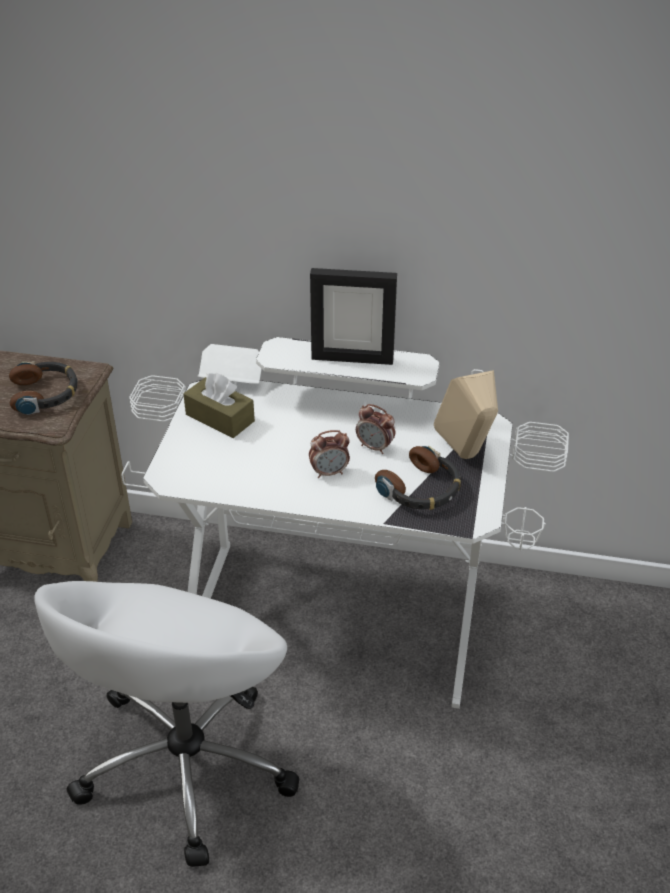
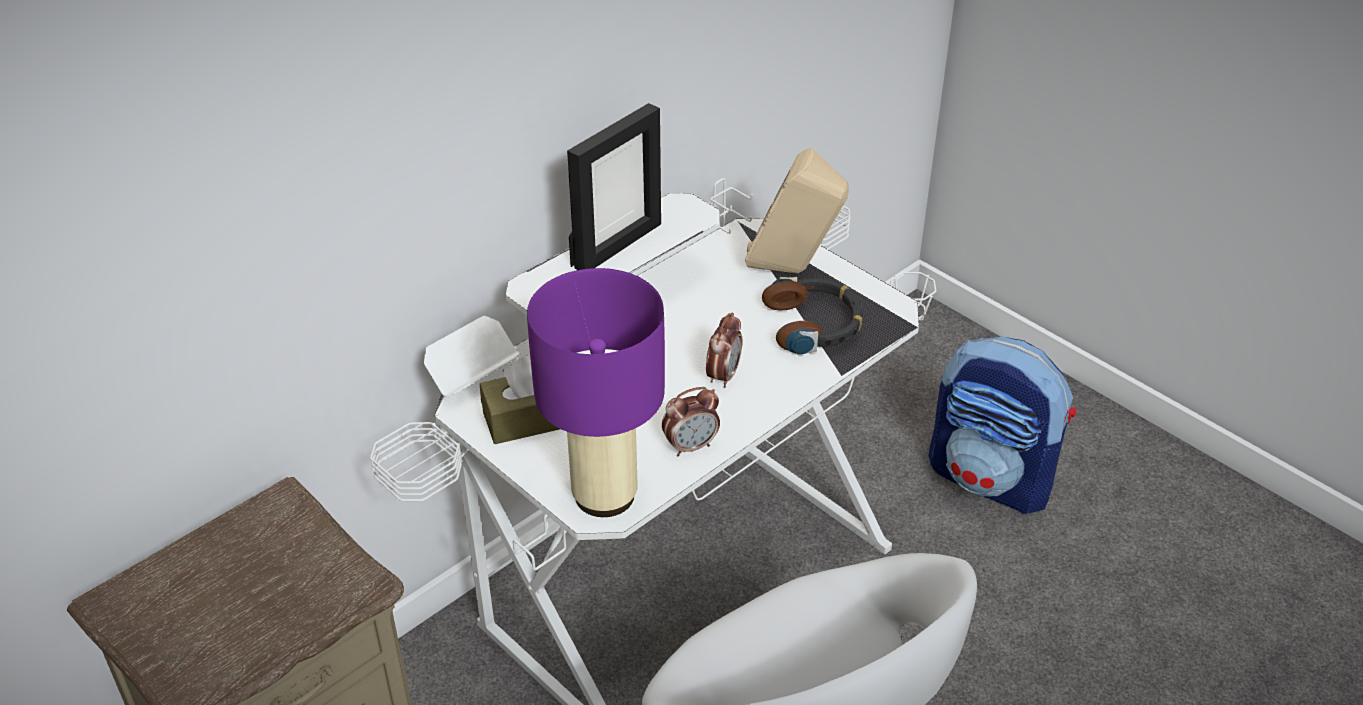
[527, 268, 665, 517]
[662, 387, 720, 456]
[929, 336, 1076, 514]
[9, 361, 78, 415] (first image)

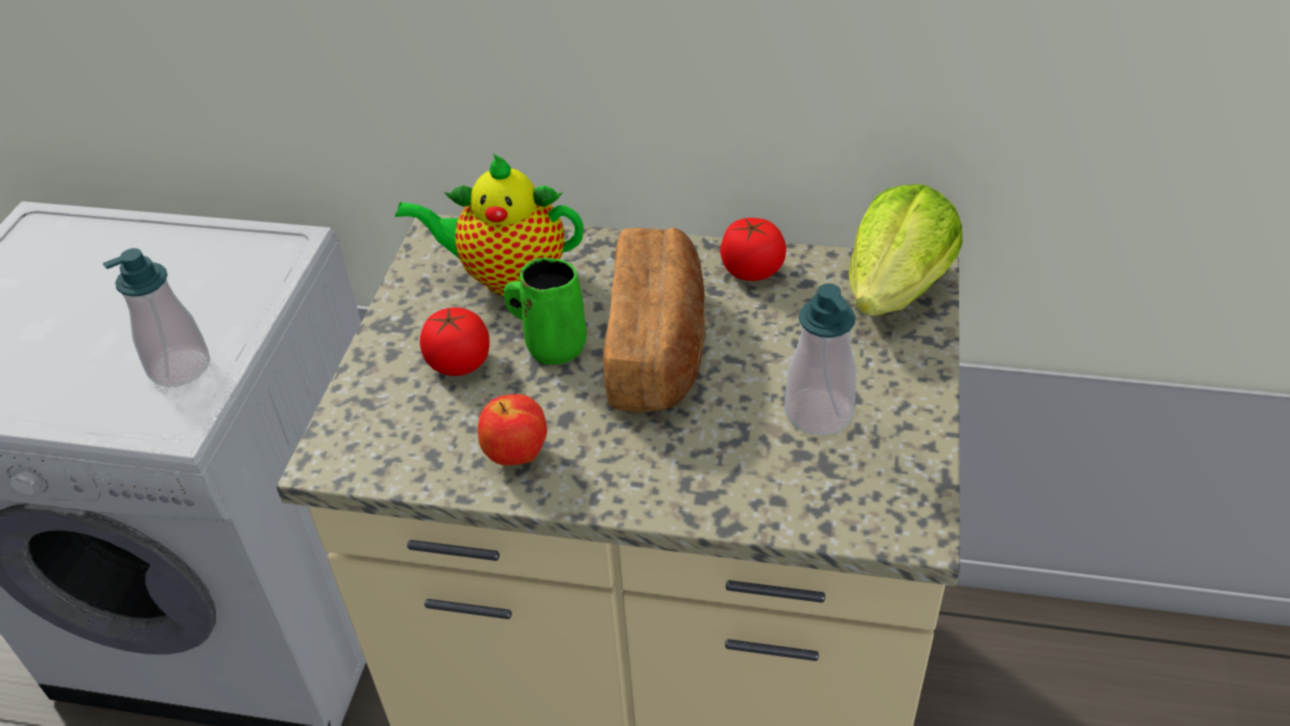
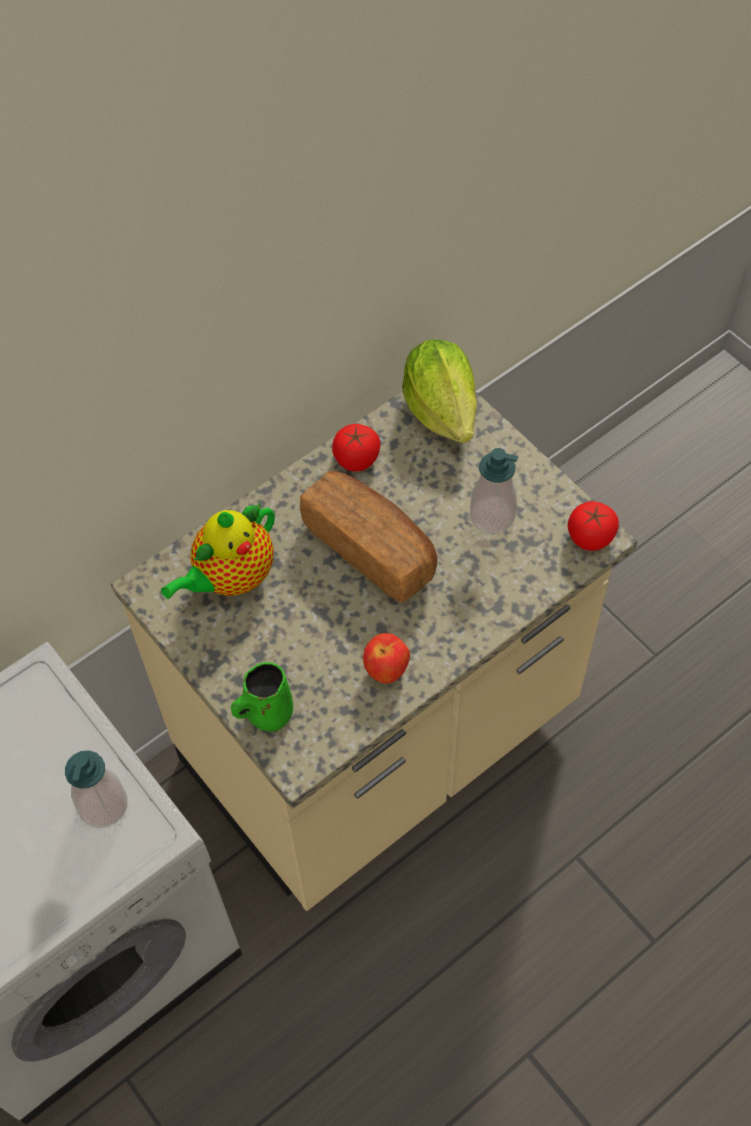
[231, 662, 293, 732]
[568, 501, 619, 551]

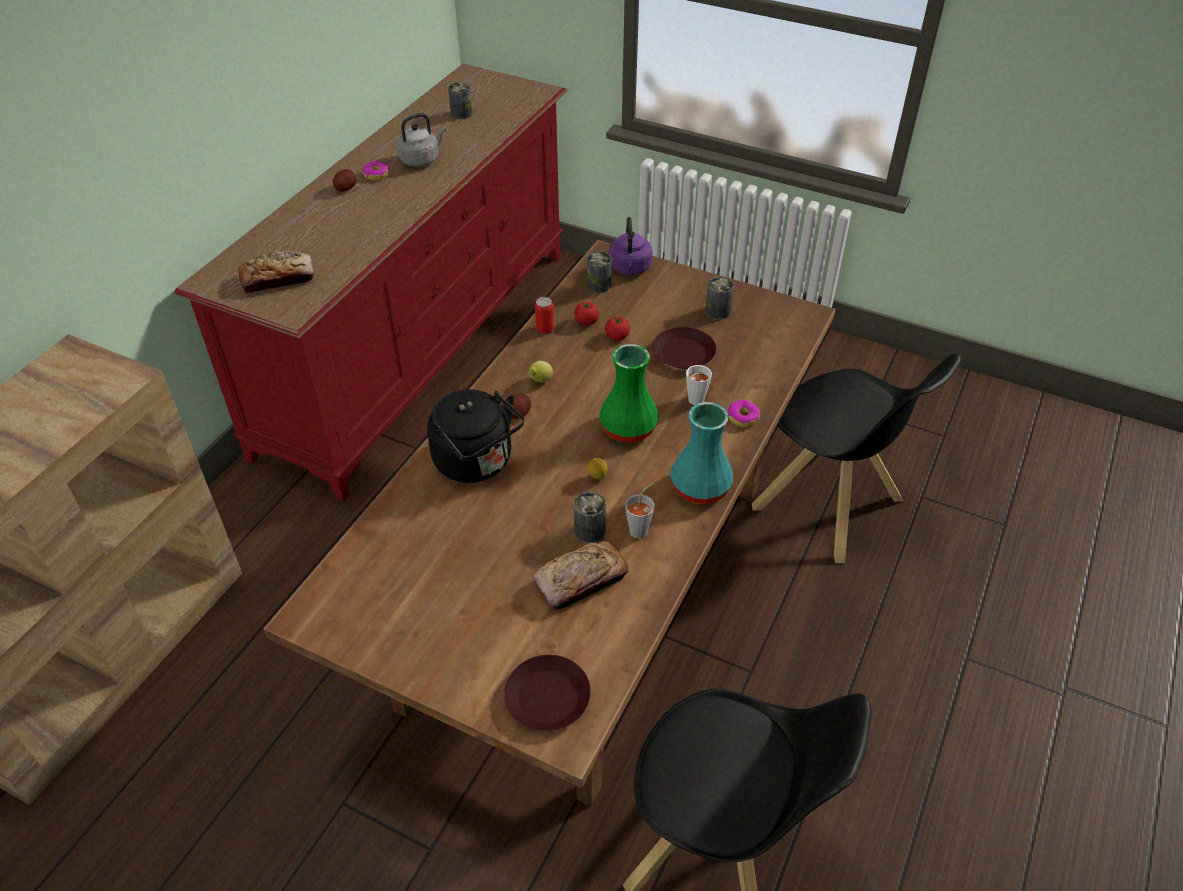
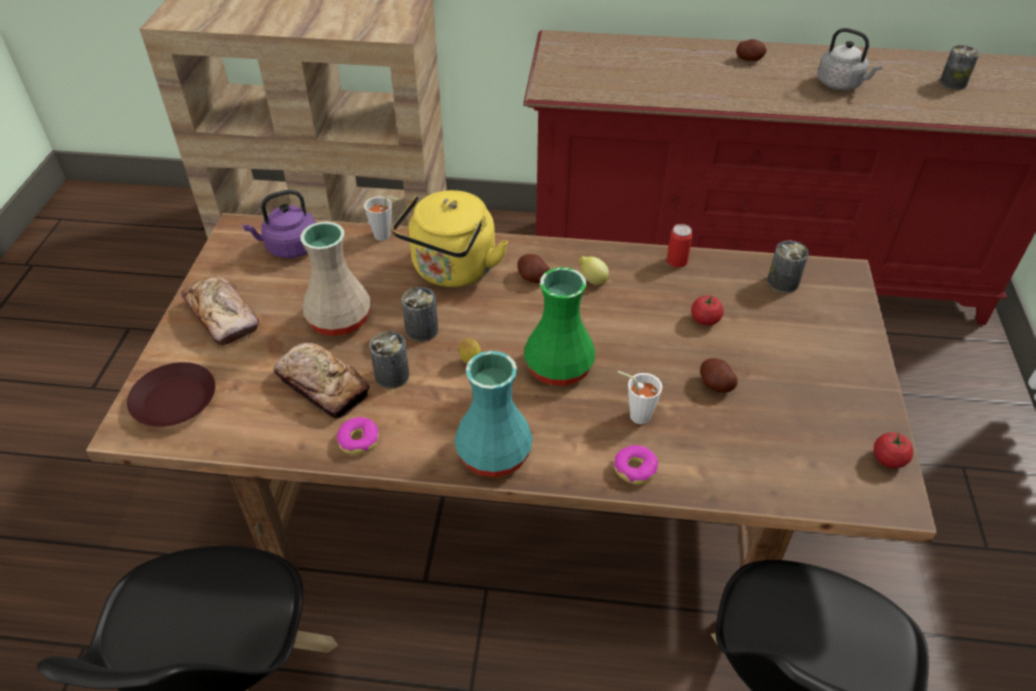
[181, 276, 259, 346]
[242, 190, 316, 258]
[300, 221, 371, 336]
[337, 417, 379, 455]
[364, 196, 399, 241]
[392, 190, 508, 287]
[402, 287, 438, 342]
[700, 358, 738, 393]
[874, 432, 913, 468]

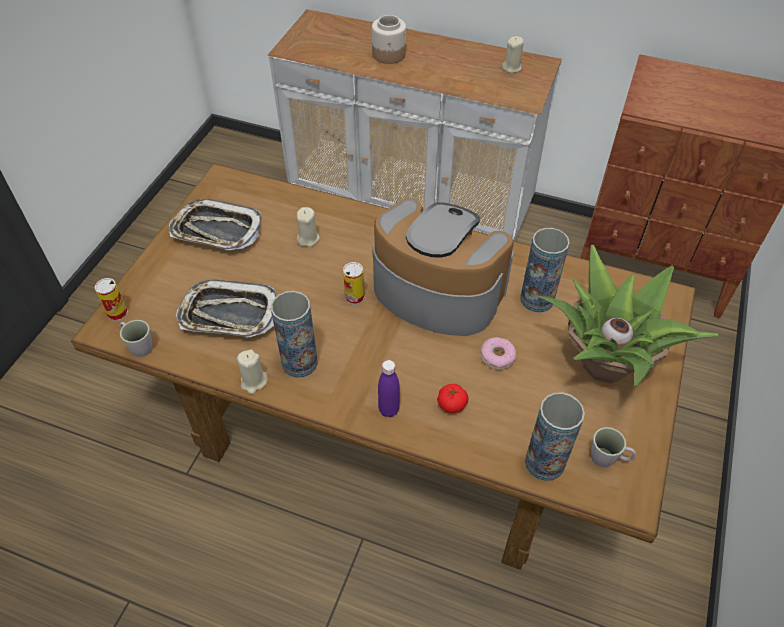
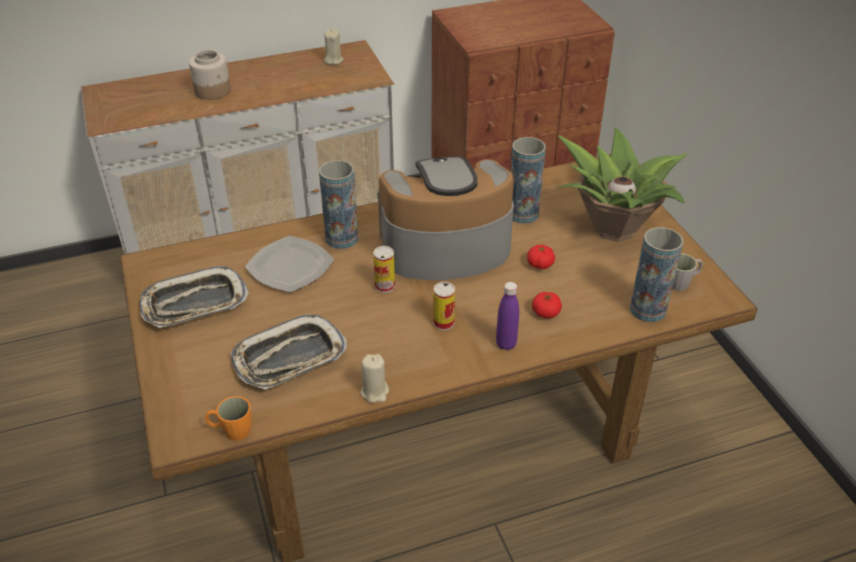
[205, 396, 251, 441]
[245, 236, 334, 293]
[319, 160, 358, 249]
[433, 282, 455, 330]
[527, 245, 555, 269]

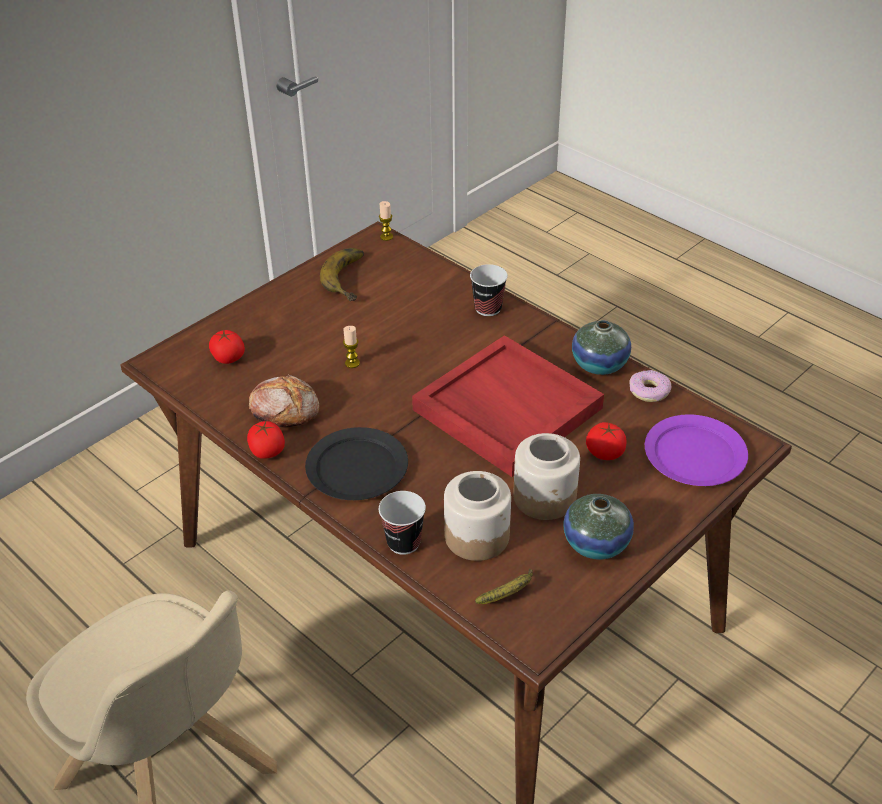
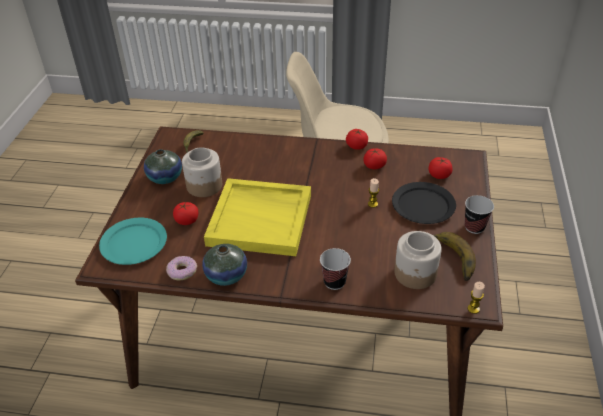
[99, 218, 167, 265]
[204, 178, 311, 256]
[363, 148, 387, 169]
[392, 182, 456, 224]
[394, 231, 442, 289]
[465, 195, 494, 234]

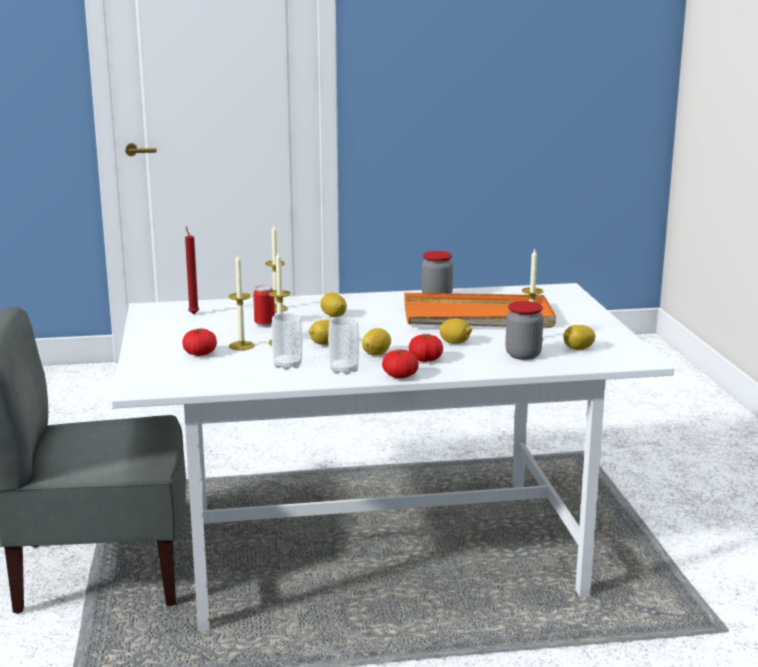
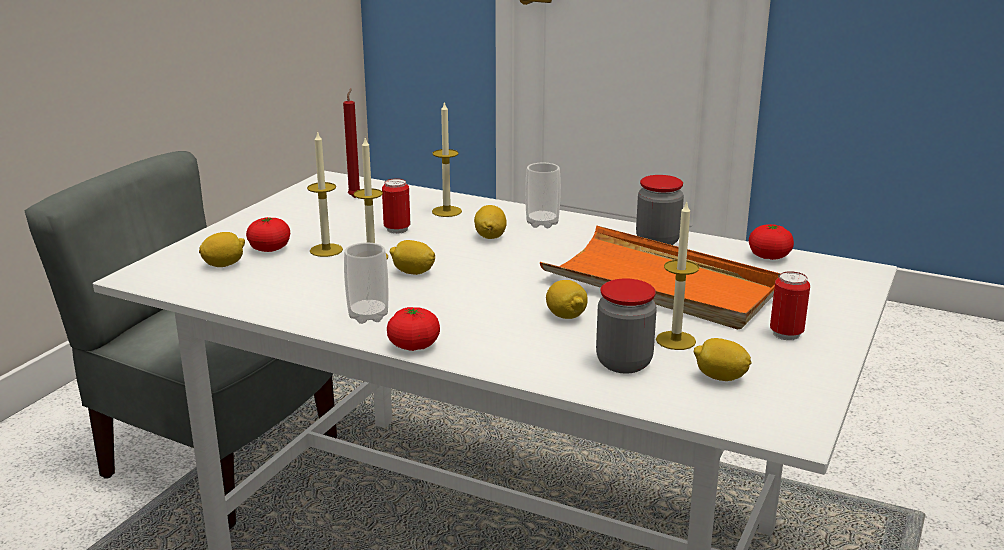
[199, 232, 245, 267]
[525, 163, 561, 228]
[749, 224, 794, 260]
[770, 271, 810, 340]

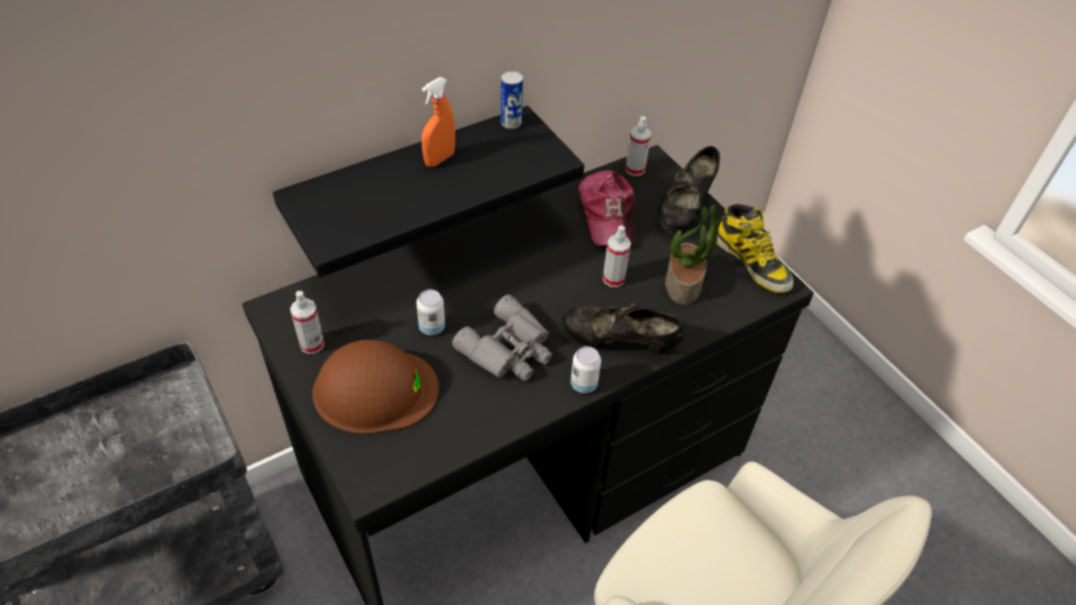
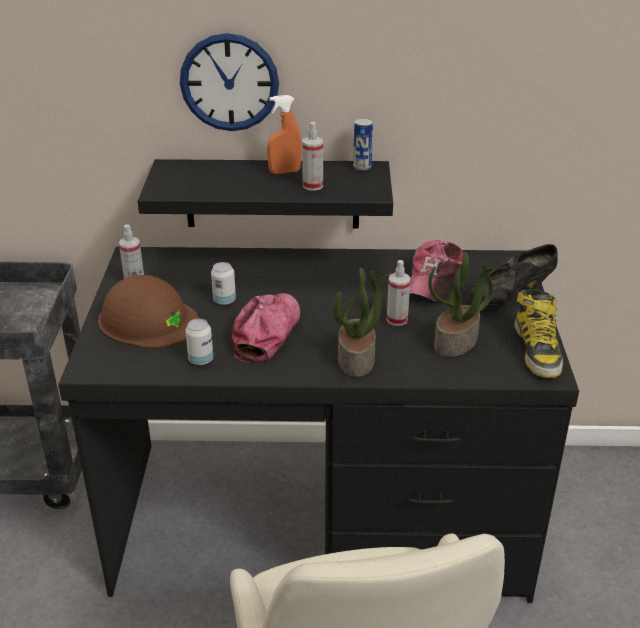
[180, 33, 279, 131]
[185, 319, 213, 365]
[232, 293, 300, 362]
[302, 122, 323, 191]
[333, 268, 390, 377]

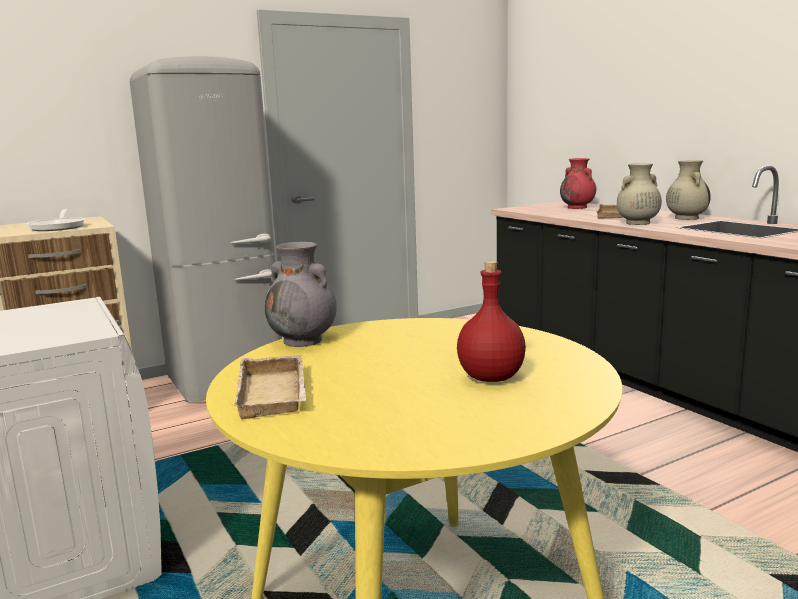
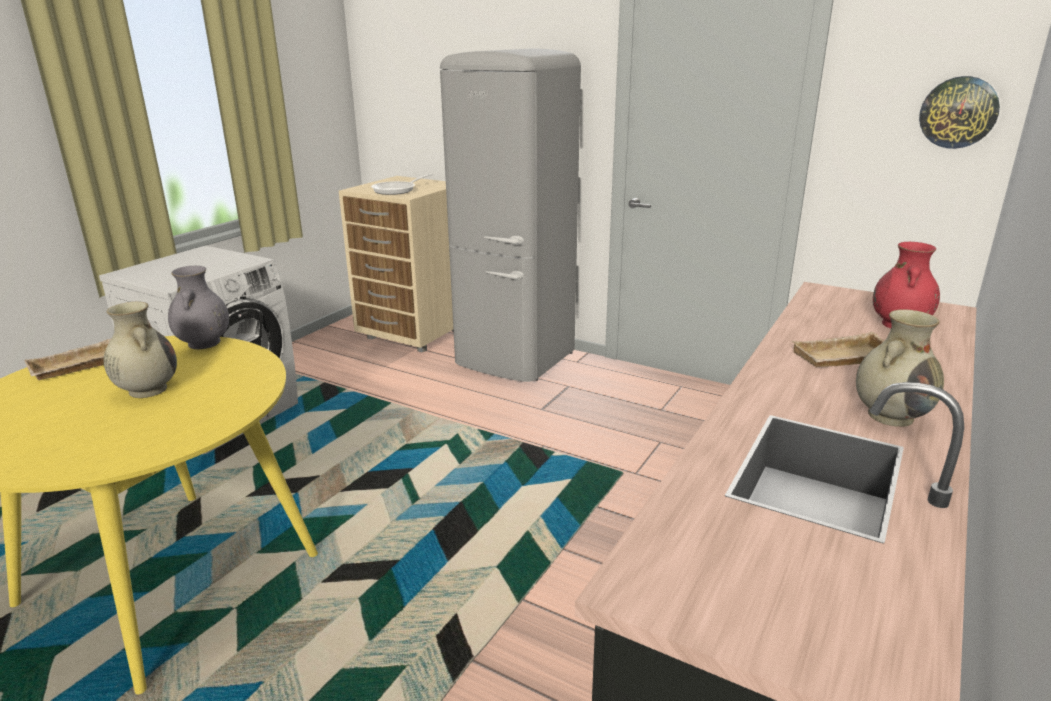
[103, 302, 177, 398]
[919, 76, 1000, 149]
[457, 261, 526, 382] (first image)

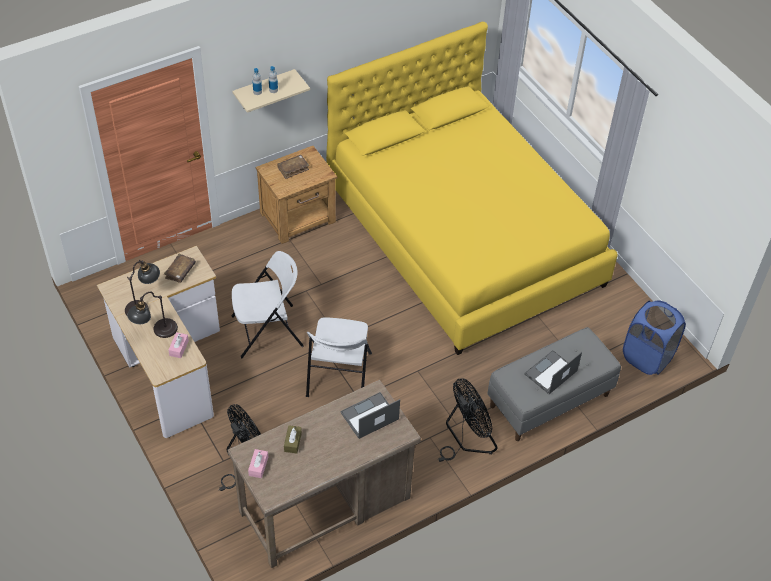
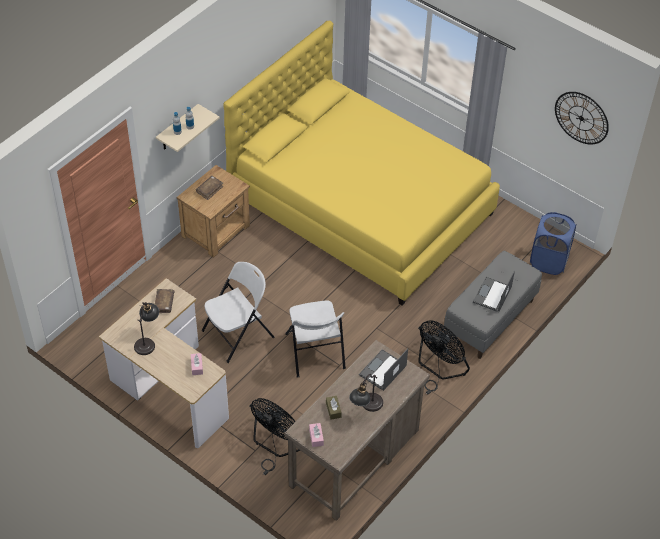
[349, 374, 383, 412]
[555, 92, 609, 145]

